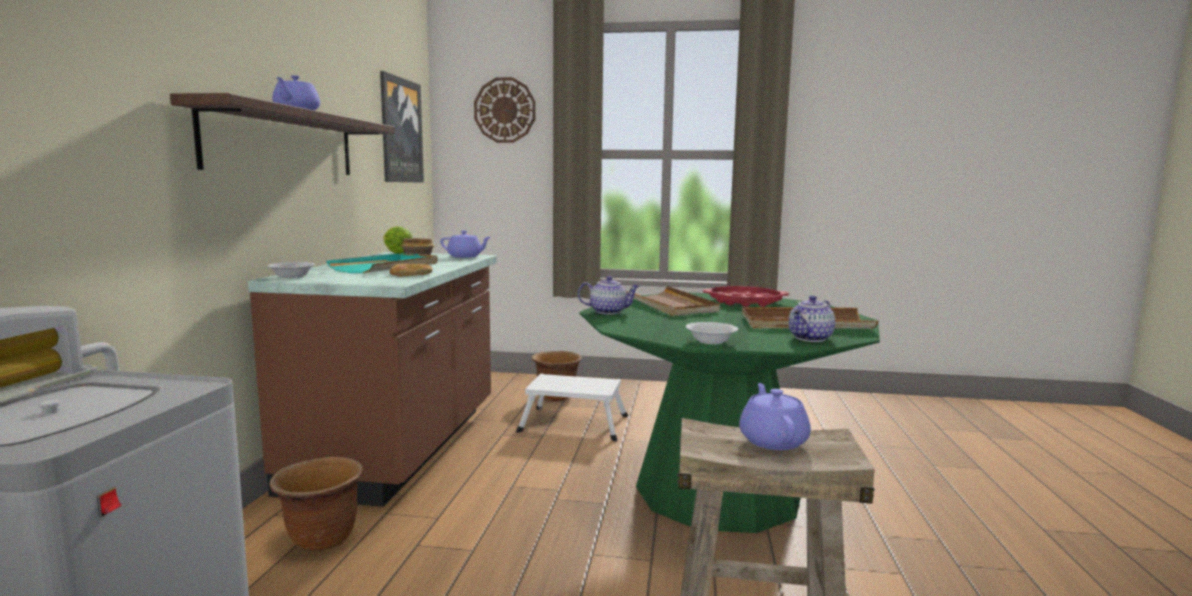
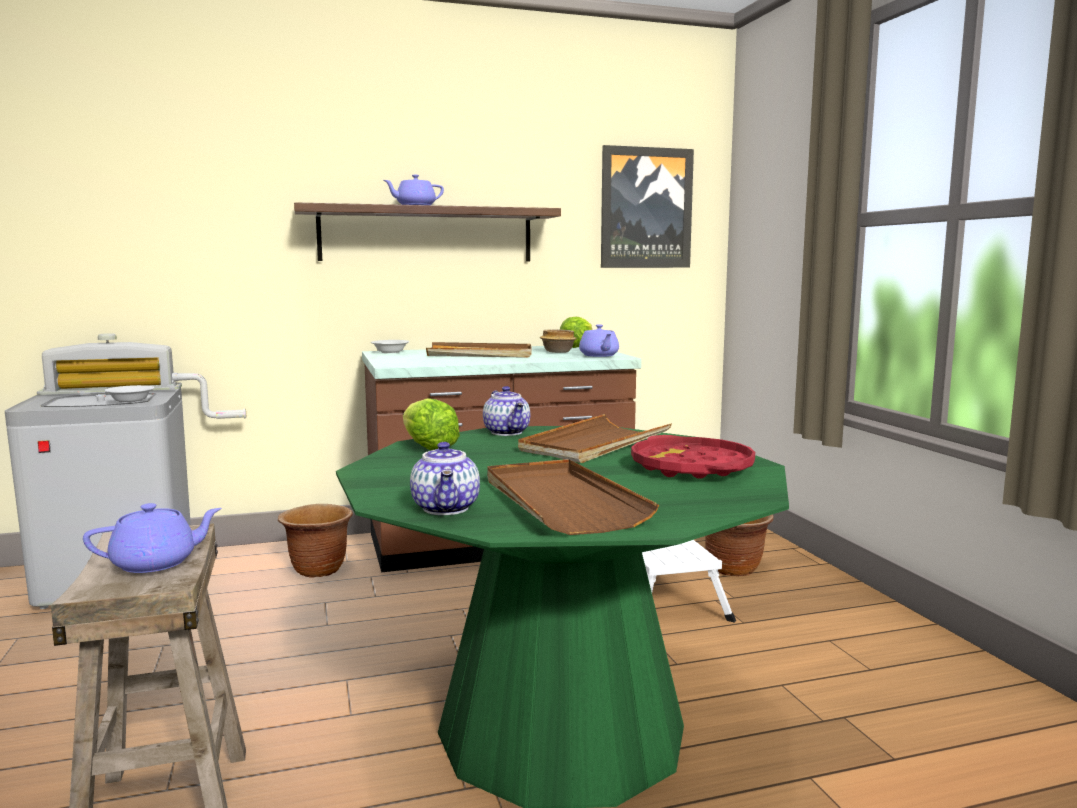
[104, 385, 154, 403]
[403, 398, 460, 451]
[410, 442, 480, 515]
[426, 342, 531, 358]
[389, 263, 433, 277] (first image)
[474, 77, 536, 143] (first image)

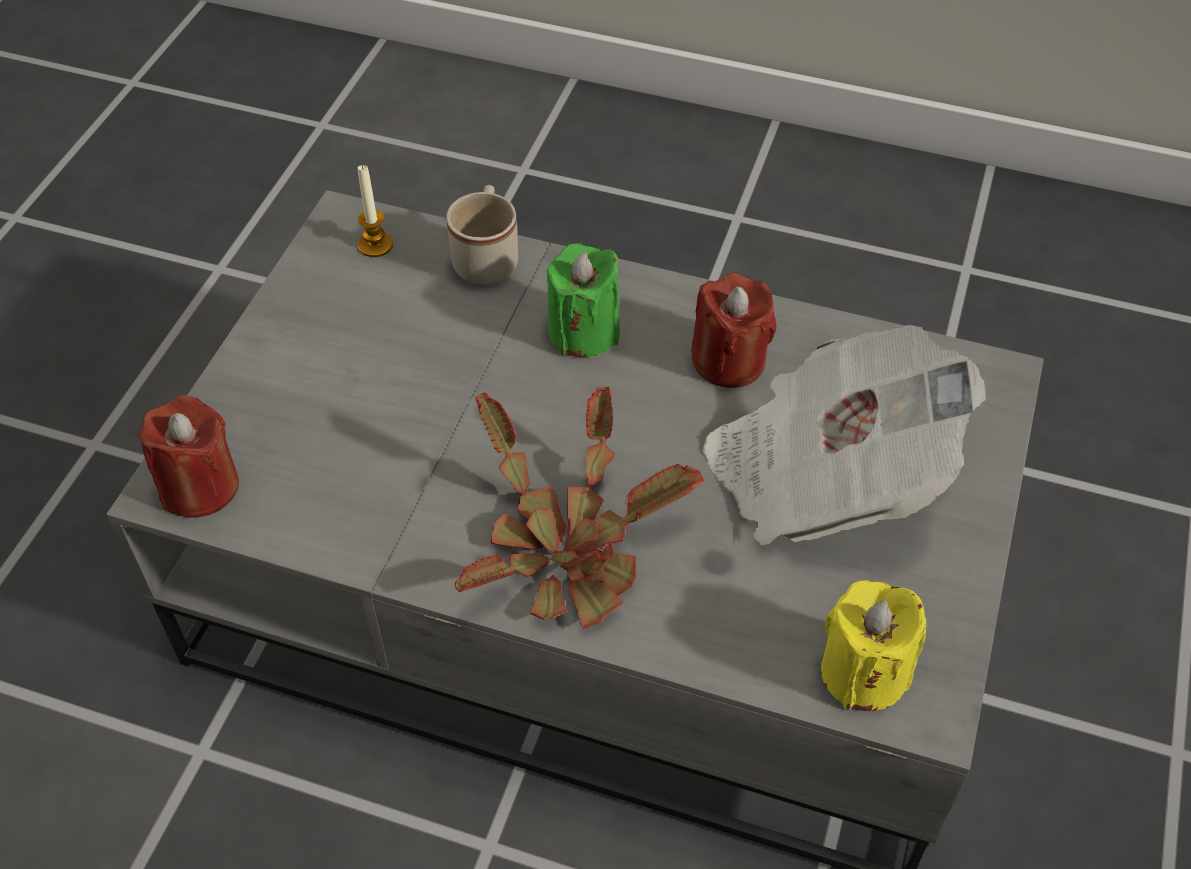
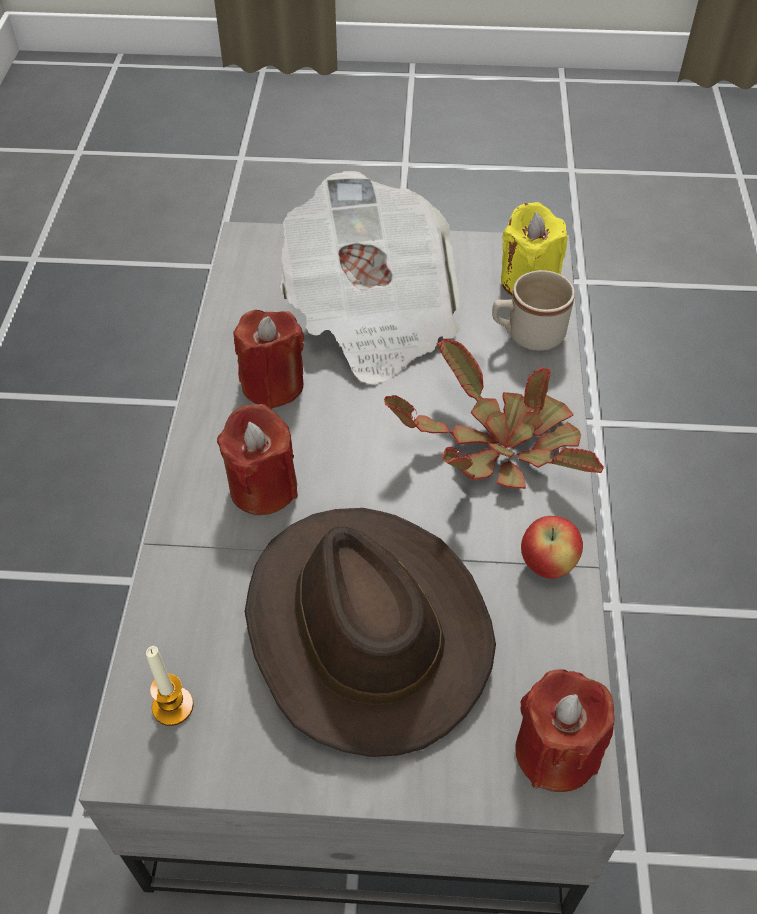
[217, 404, 298, 515]
[245, 508, 496, 757]
[492, 270, 575, 351]
[521, 516, 583, 579]

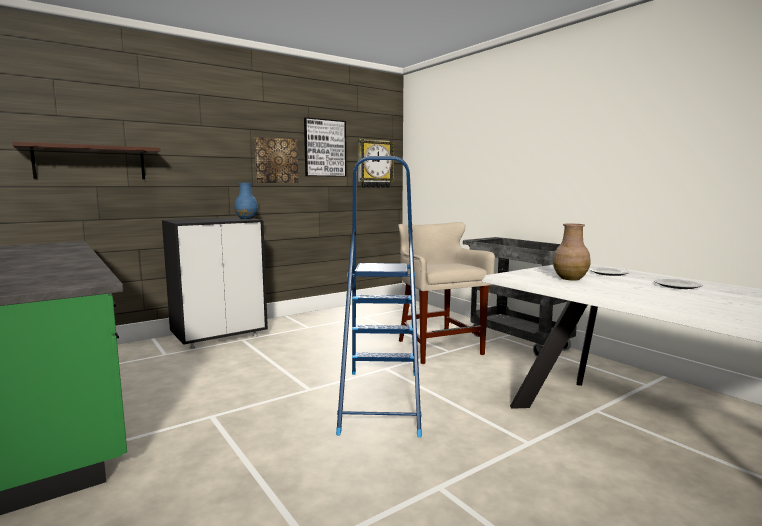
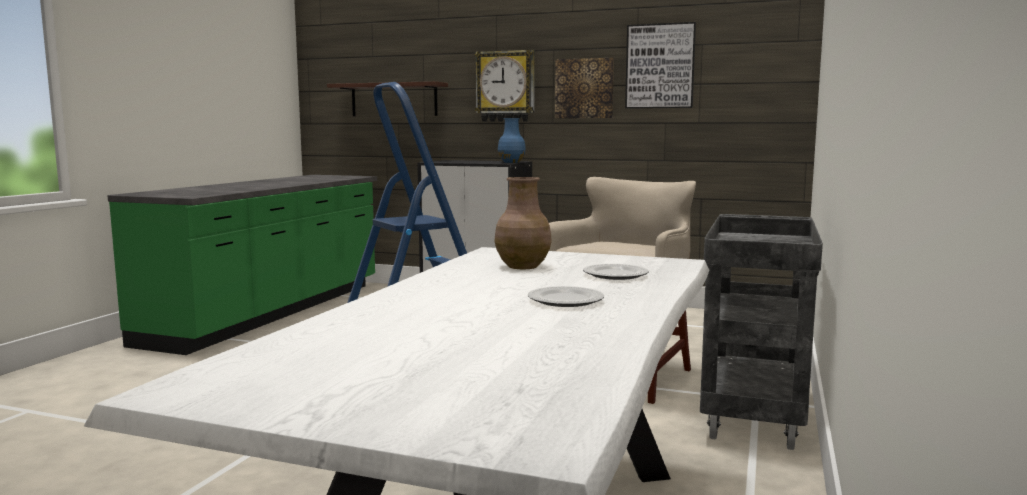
[475, 49, 535, 122]

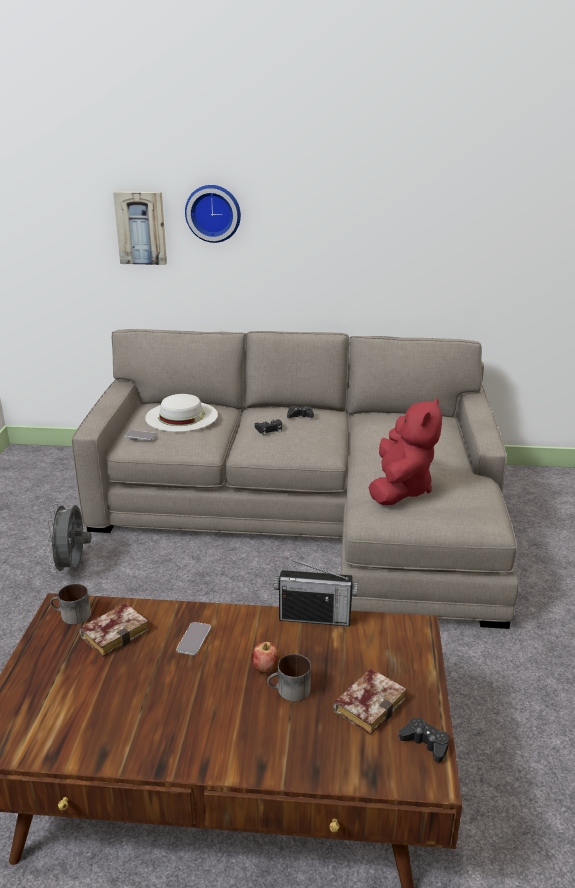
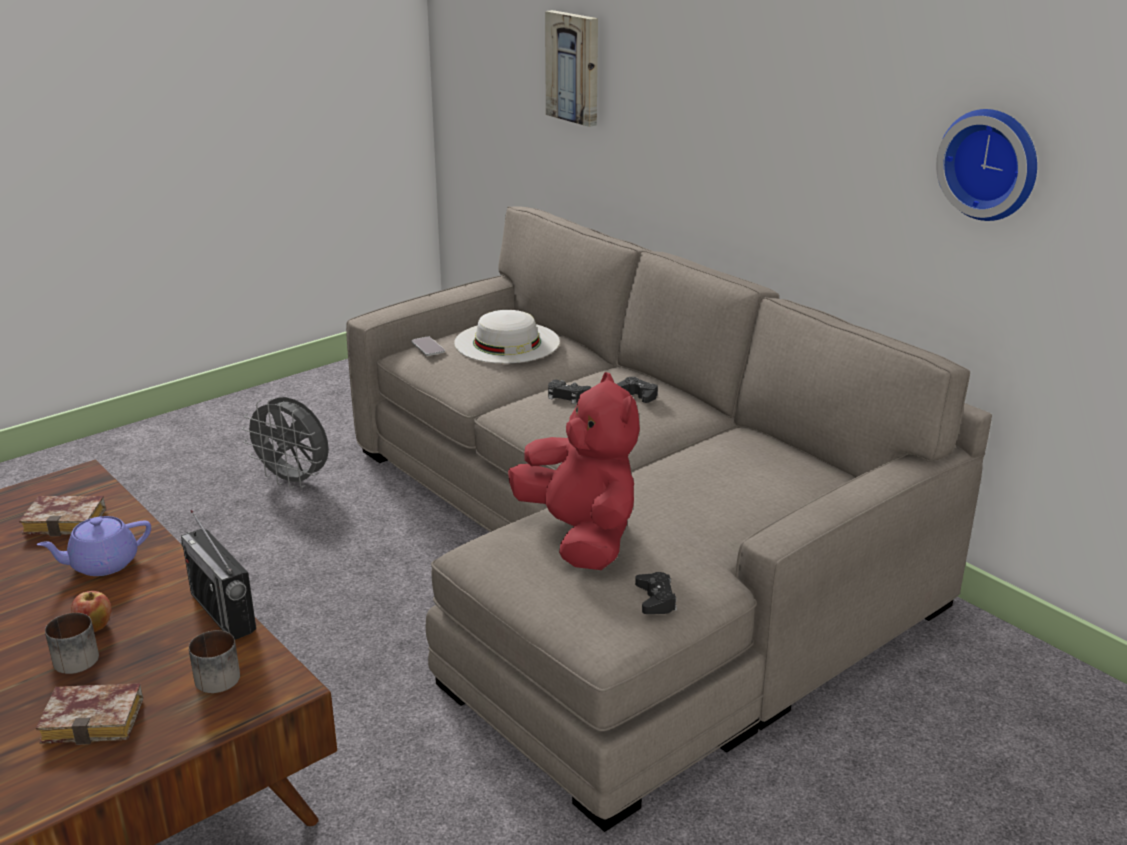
[36, 516, 151, 576]
[189, 630, 240, 693]
[242, 397, 329, 489]
[508, 372, 640, 570]
[635, 572, 677, 614]
[936, 109, 1037, 221]

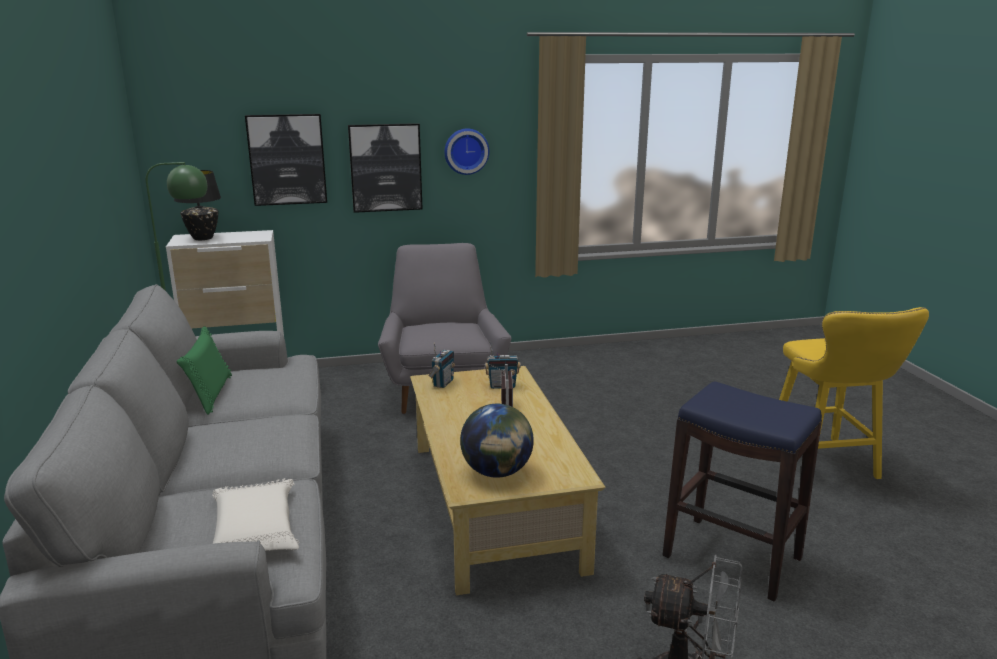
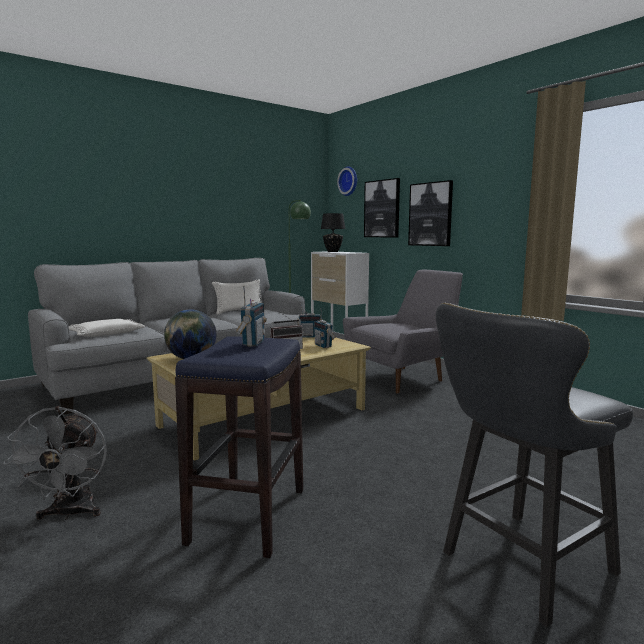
[212, 279, 263, 314]
[236, 285, 267, 347]
[337, 166, 357, 196]
[436, 303, 633, 627]

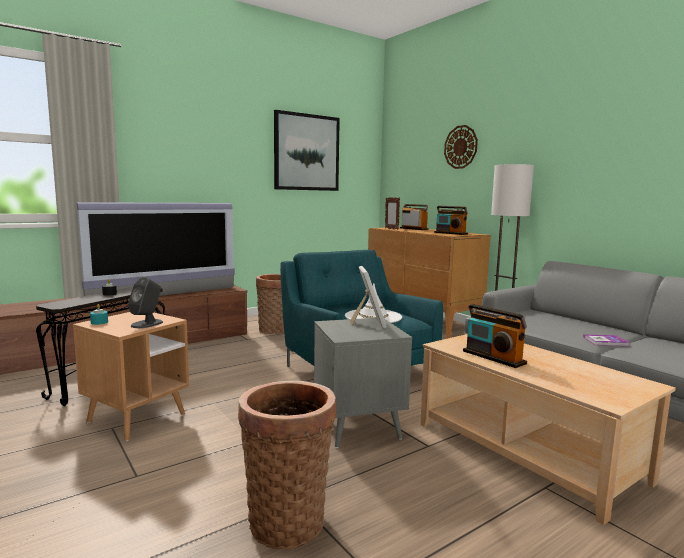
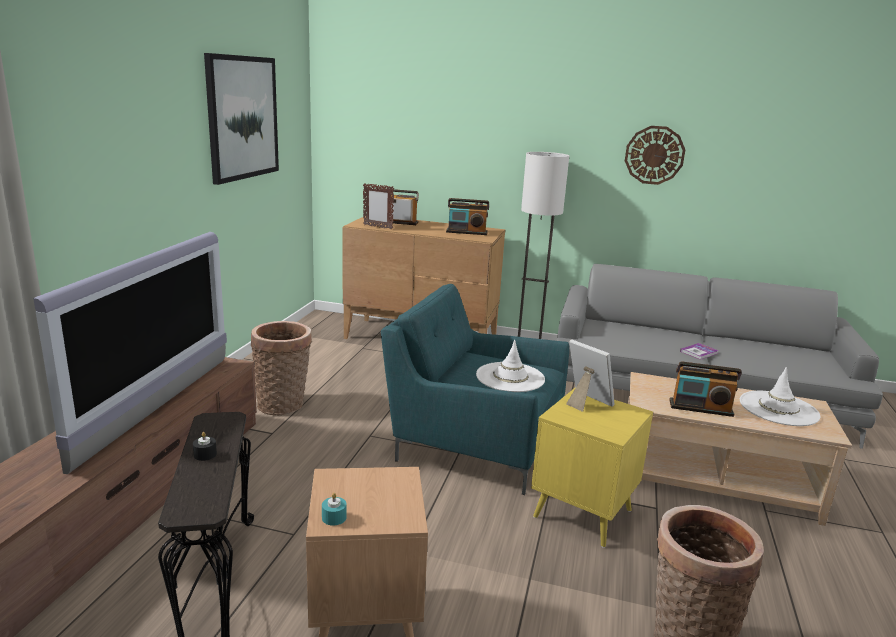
[531, 388, 653, 548]
[625, 126, 685, 185]
[740, 367, 821, 426]
[128, 277, 163, 328] (first image)

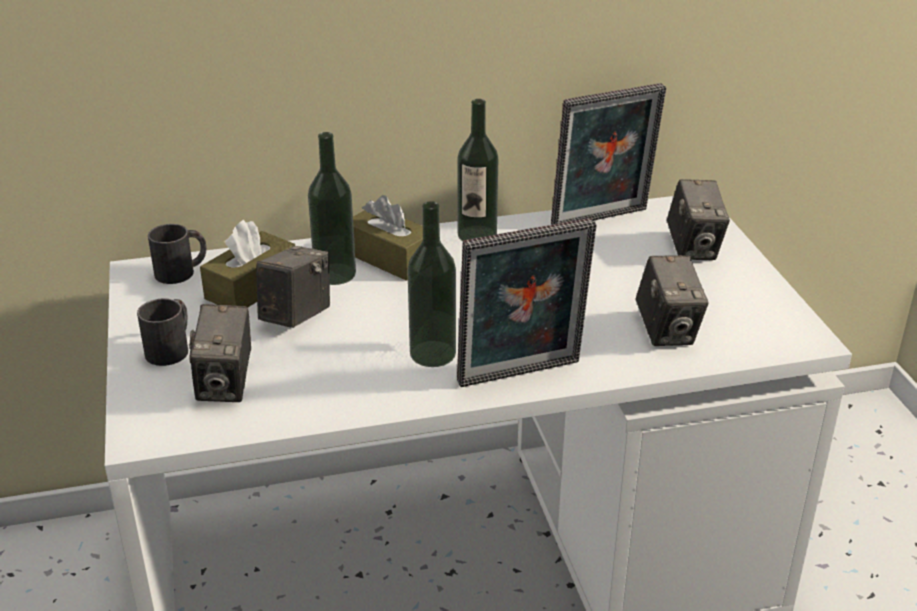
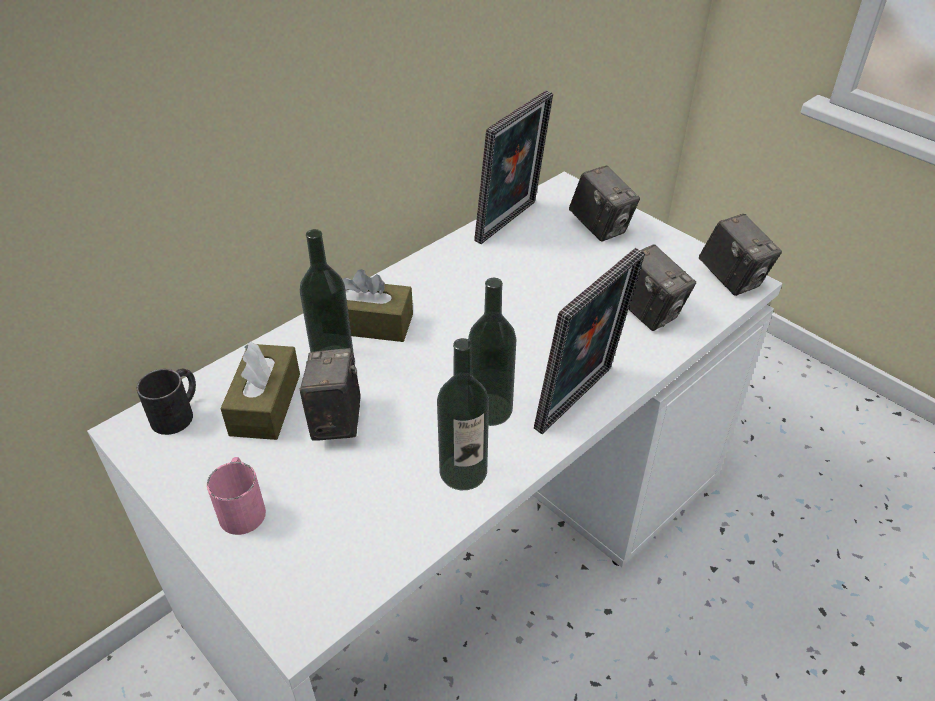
[207, 457, 266, 535]
[437, 338, 489, 490]
[699, 214, 782, 296]

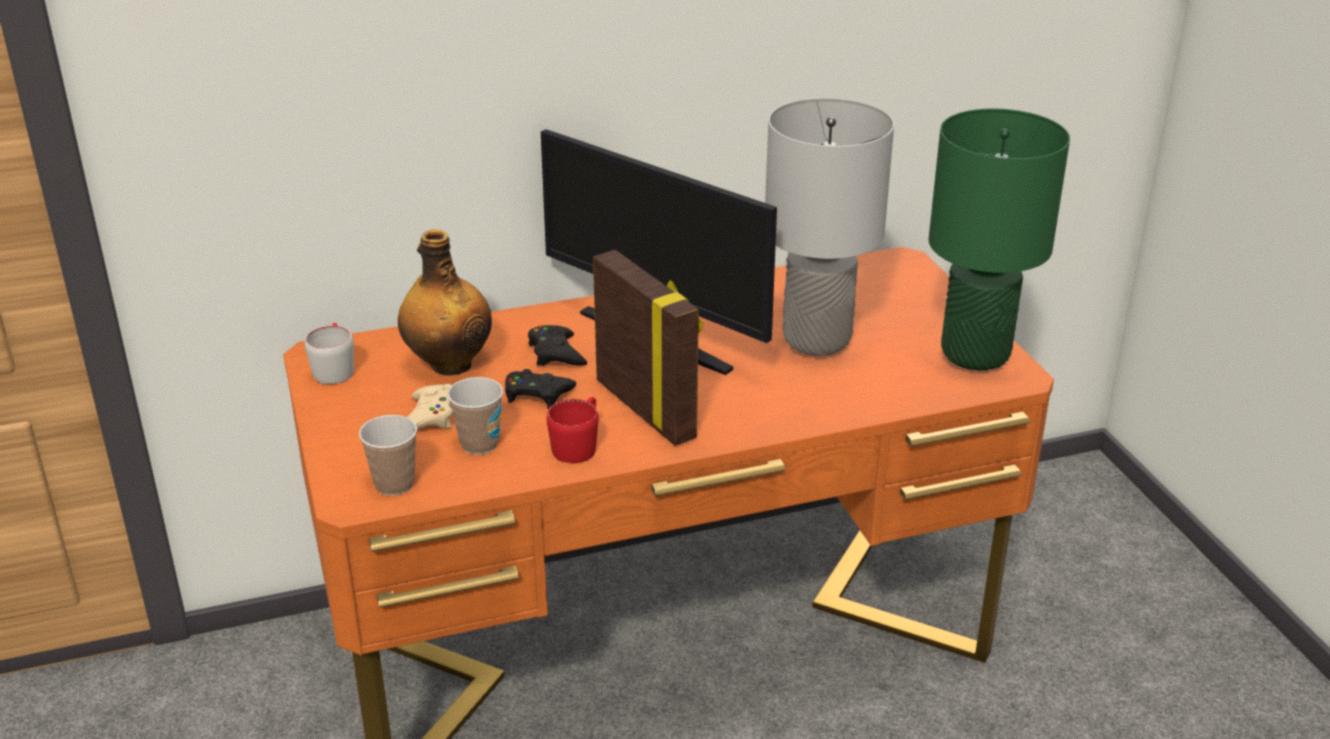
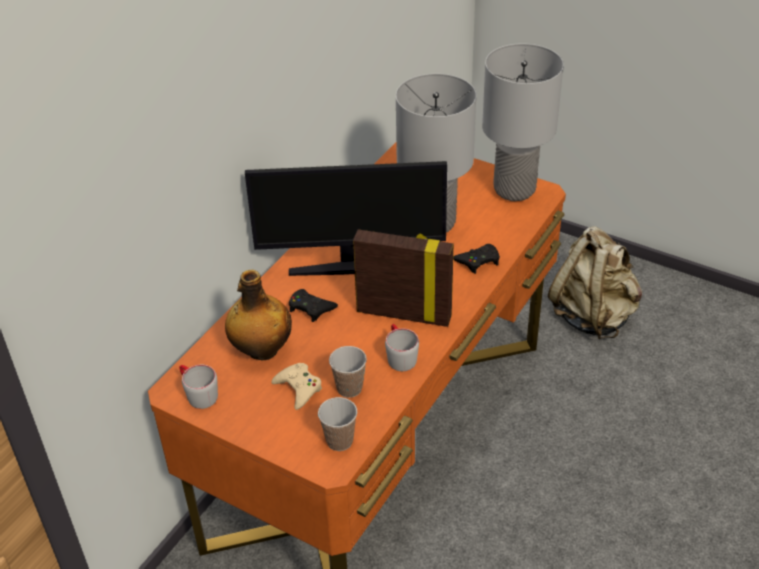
[385, 324, 419, 371]
[453, 244, 500, 274]
[482, 43, 564, 201]
[548, 226, 642, 339]

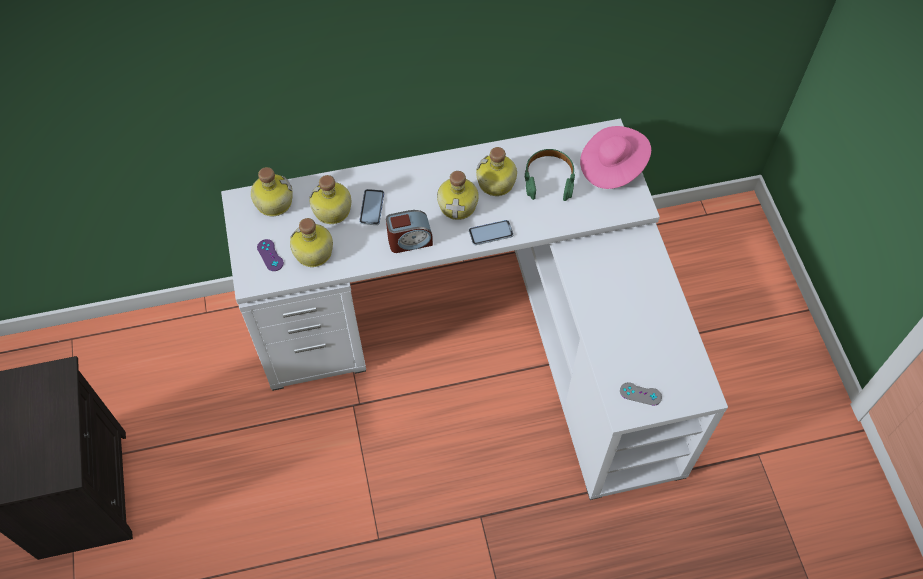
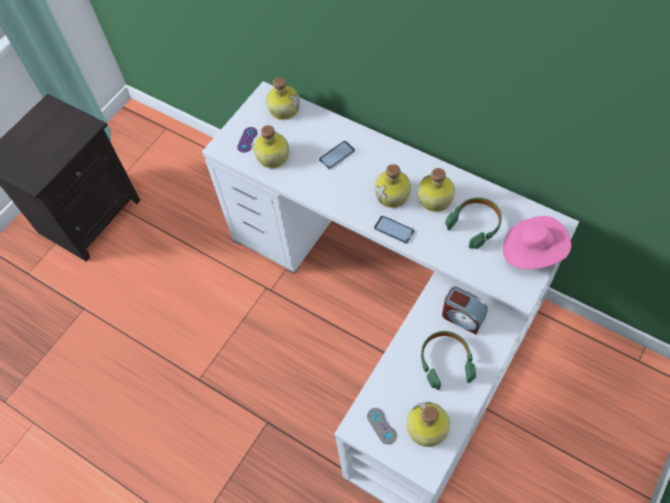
[406, 401, 450, 447]
[421, 331, 476, 390]
[442, 287, 488, 334]

